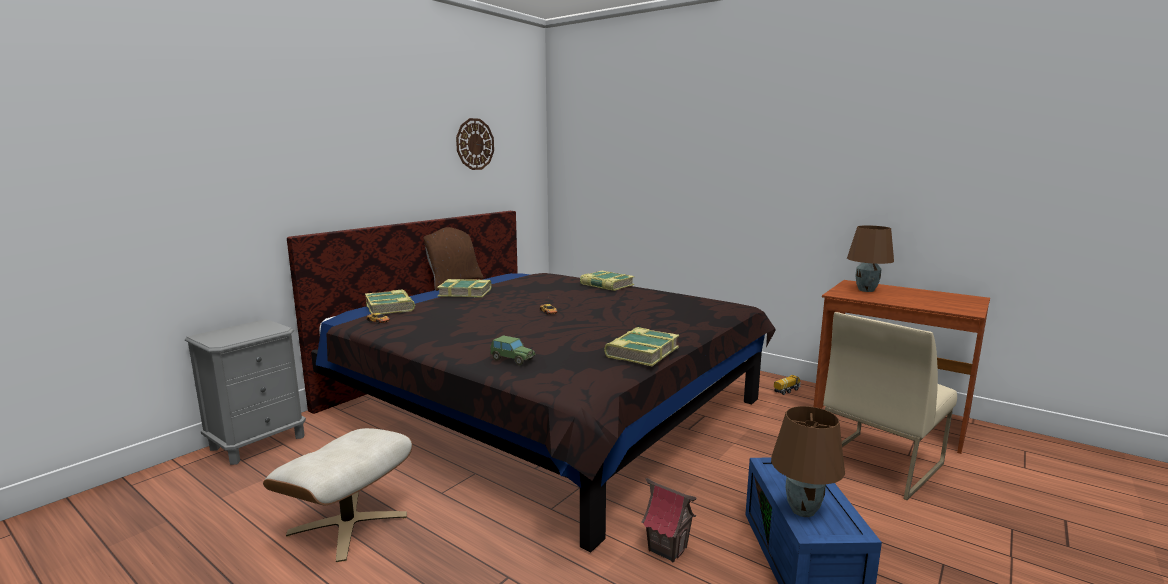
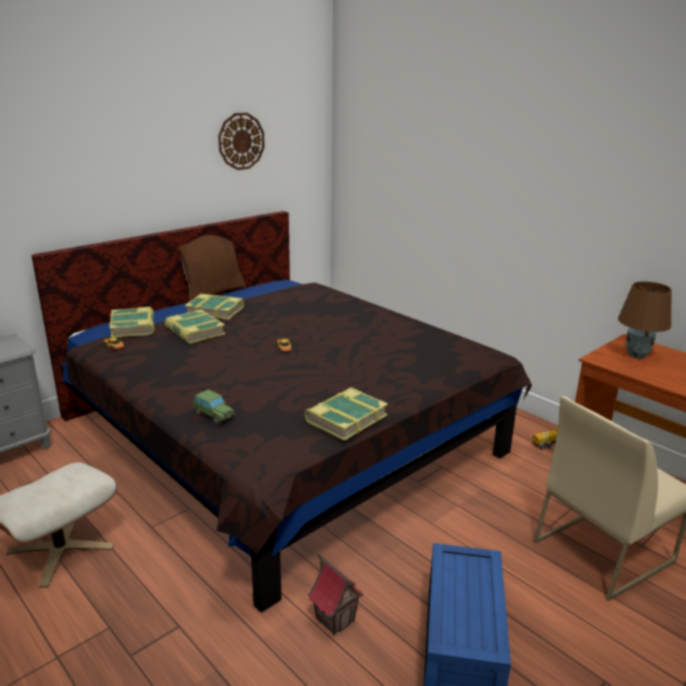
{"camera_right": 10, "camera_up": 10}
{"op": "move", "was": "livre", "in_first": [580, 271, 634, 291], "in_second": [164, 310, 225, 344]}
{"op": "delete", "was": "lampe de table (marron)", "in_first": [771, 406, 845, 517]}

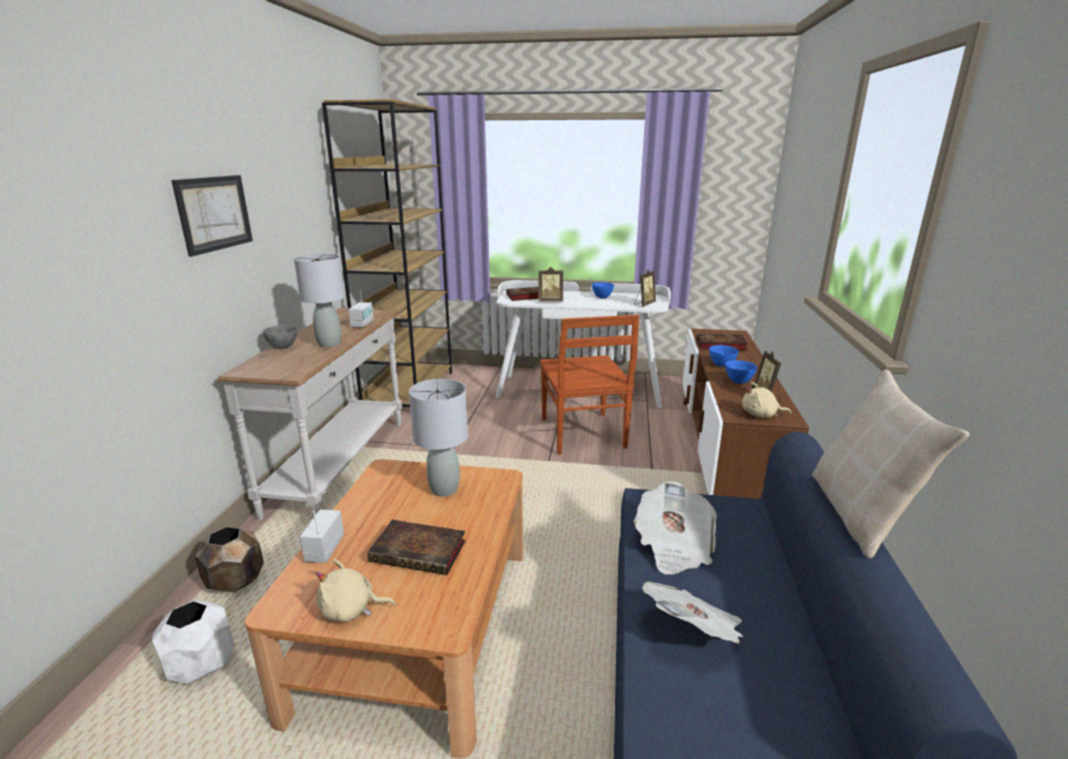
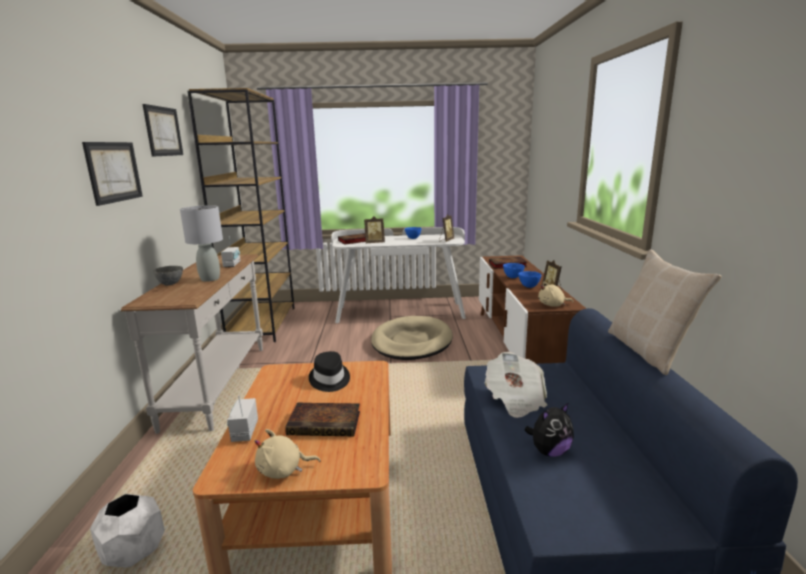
{"camera_right": -10, "camera_up": -5}
{"op": "replace", "was": "chaise (marron)", "now": "panier pour chien (beige)", "in_first": [540, 315, 639, 455], "in_second": [371, 316, 453, 360]}
{"op": "replace", "was": "lampe de table (gris)", "now": "chapeau (noir)", "in_first": [409, 379, 468, 497], "in_second": [309, 351, 350, 392]}
{"op": "delete", "was": "cache-pot (marron)", "in_first": [195, 527, 264, 592]}
{"op": "replace", "was": "journal", "now": "peluche", "in_first": [643, 582, 743, 644], "in_second": [524, 402, 574, 457]}
{"op": "insert", "now": "tableau", "in_second": [143, 104, 183, 157]}

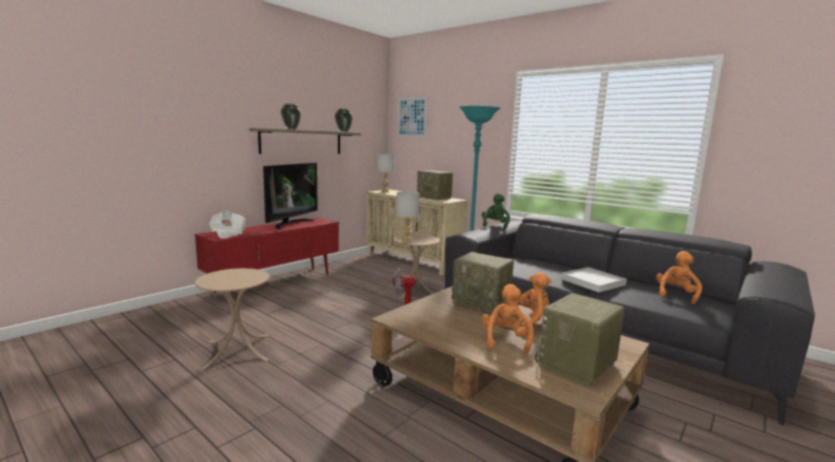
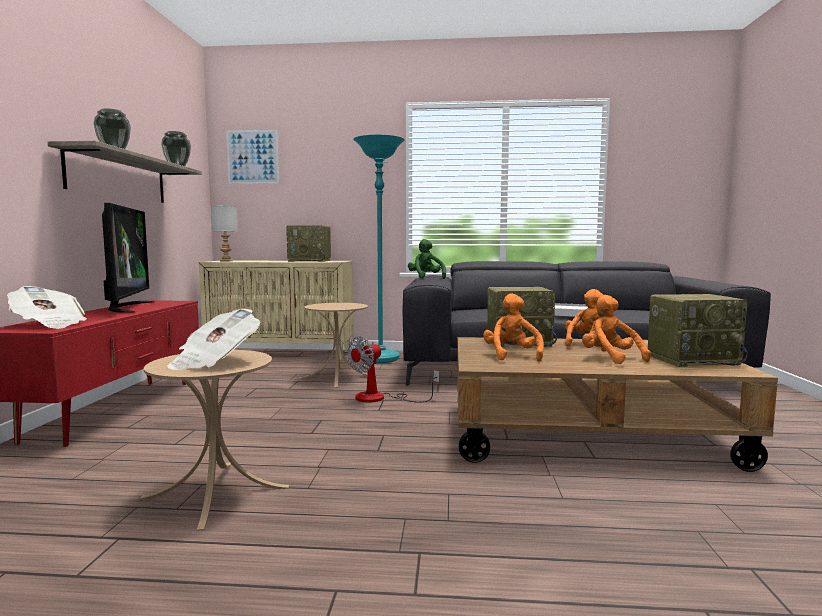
{"camera_right": -35, "camera_up": -5}
{"op": "delete", "was": "lampe de table (gris)", "in_first": [396, 192, 420, 243]}
{"op": "move", "was": "peluche (orange)", "in_first": [656, 251, 702, 304], "in_second": [483, 293, 544, 362]}
{"op": "rotate", "was": "radio", "in_first": [535, 293, 625, 388], "in_second": [648, 294, 748, 367], "clockwise": -105}
{"op": "insert", "now": "journal", "in_second": [167, 309, 260, 370]}

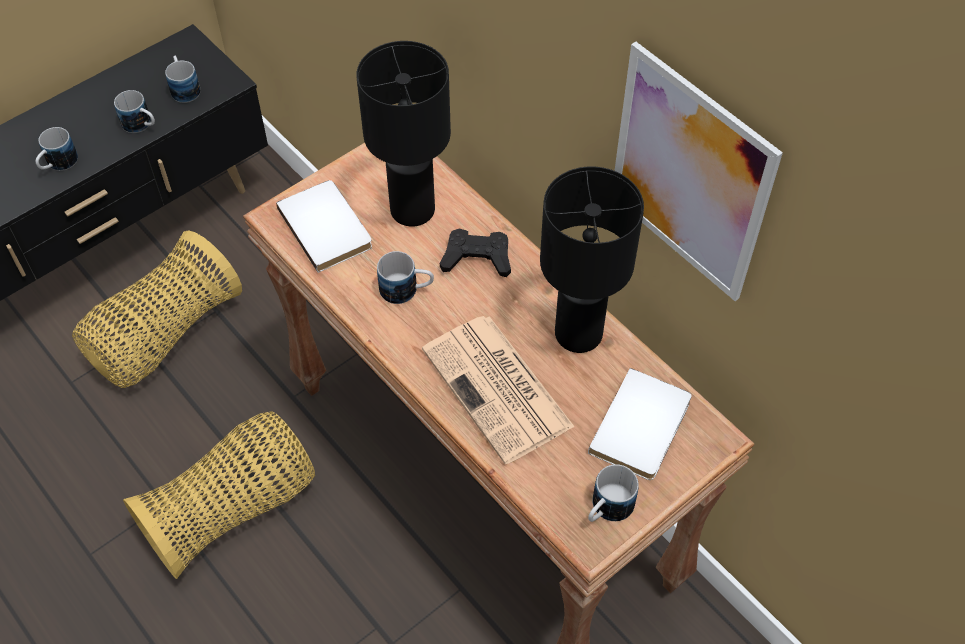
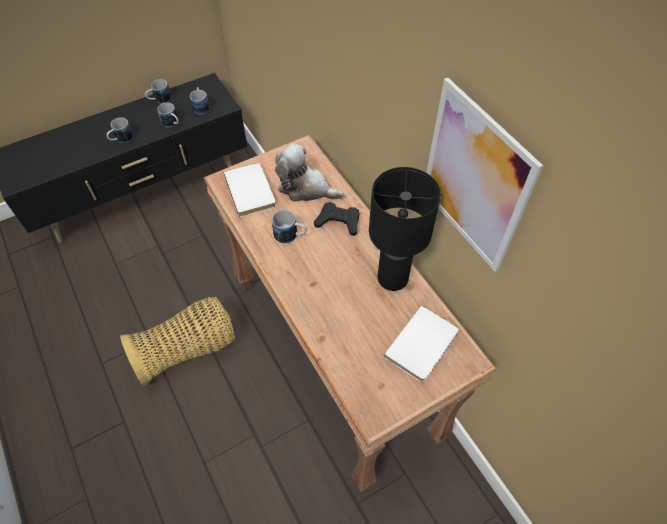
{"camera_right": 10, "camera_up": 0}
{"op": "replace", "was": "lampe de table (noir)", "now": "peluche", "in_first": [356, 41, 451, 227], "in_second": [275, 143, 344, 202]}
{"op": "delete", "was": "panier", "in_first": [72, 230, 242, 388]}
{"op": "delete", "was": "journal", "in_first": [422, 316, 575, 464]}
{"op": "move", "was": "mug", "in_first": [588, 464, 639, 522], "in_second": [145, 79, 171, 104]}

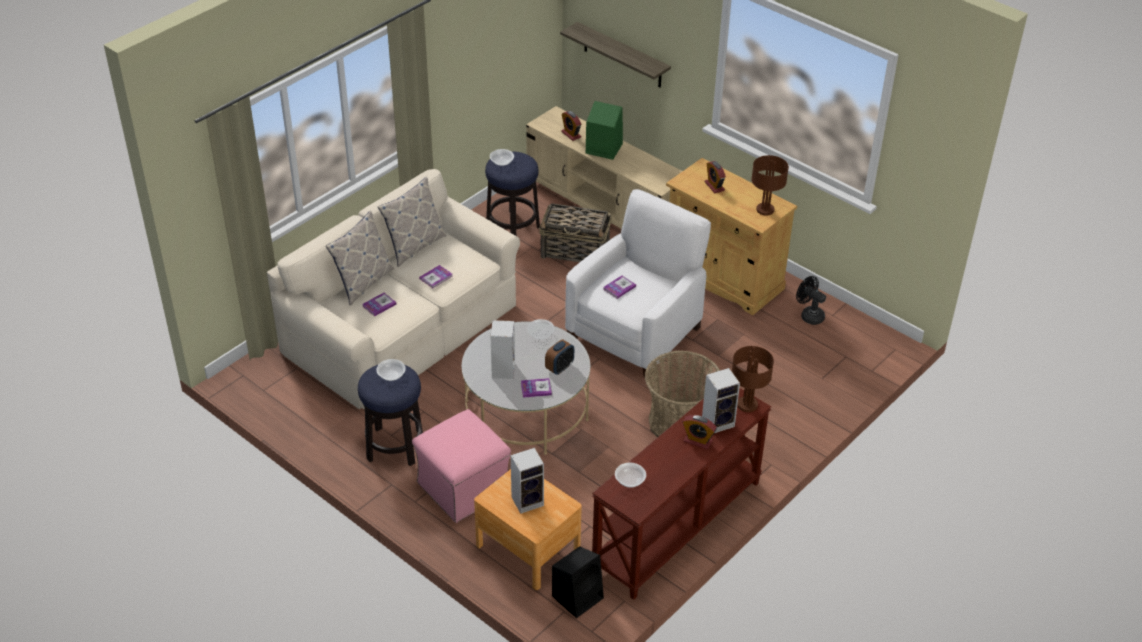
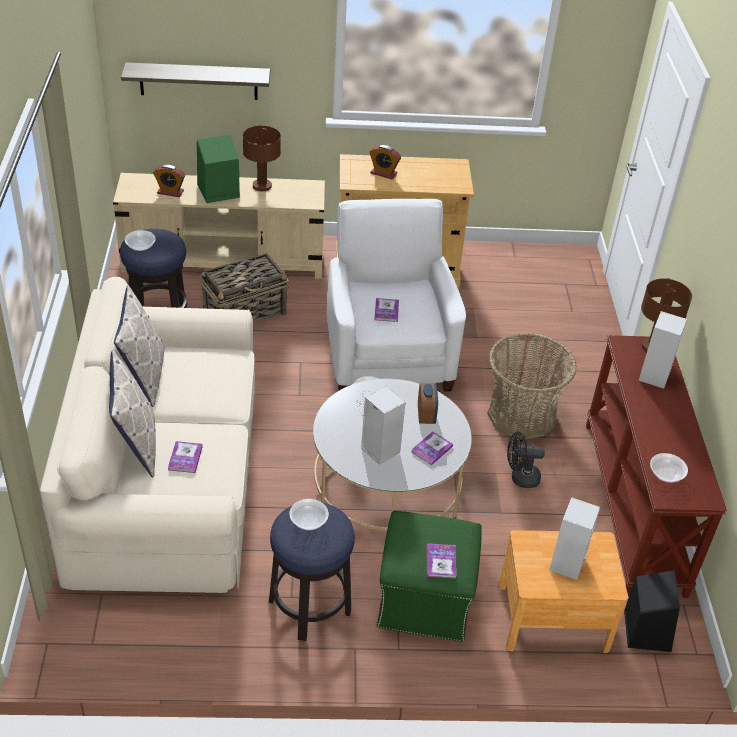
{"camera_right": -45, "camera_up": 0}
{"op": "move", "was": "lampe de table (marron)", "in_first": [751, 155, 789, 216], "in_second": [243, 125, 281, 191]}
{"op": "move", "was": "livre", "in_first": [419, 265, 452, 288], "in_second": [427, 543, 456, 579]}
{"op": "move", "was": "ventilateur (noir)", "in_first": [796, 276, 826, 325], "in_second": [507, 432, 545, 488]}
{"op": "recolor", "was": "pouf (rose)", "now": "pouf (vert)", "in_first": [412, 409, 511, 523], "in_second": [377, 511, 482, 642]}
{"op": "delete", "was": "réveil", "in_first": [683, 415, 717, 449]}

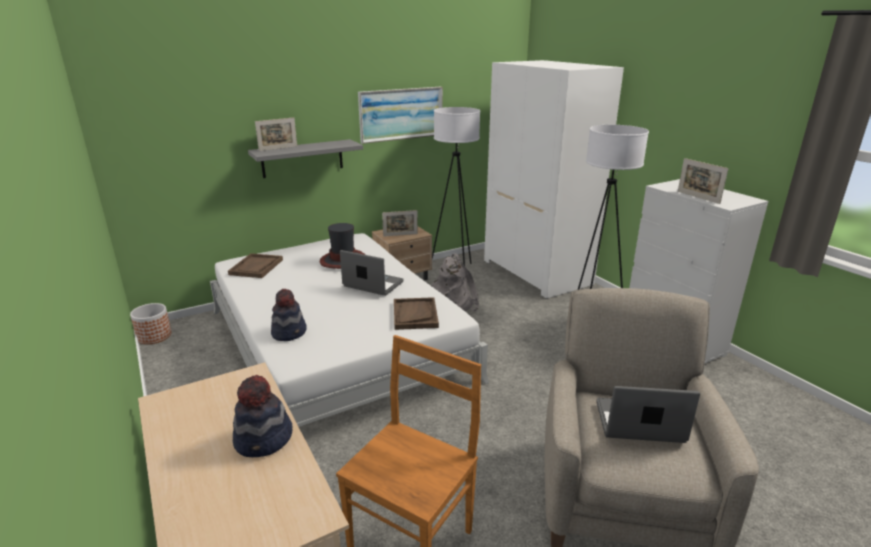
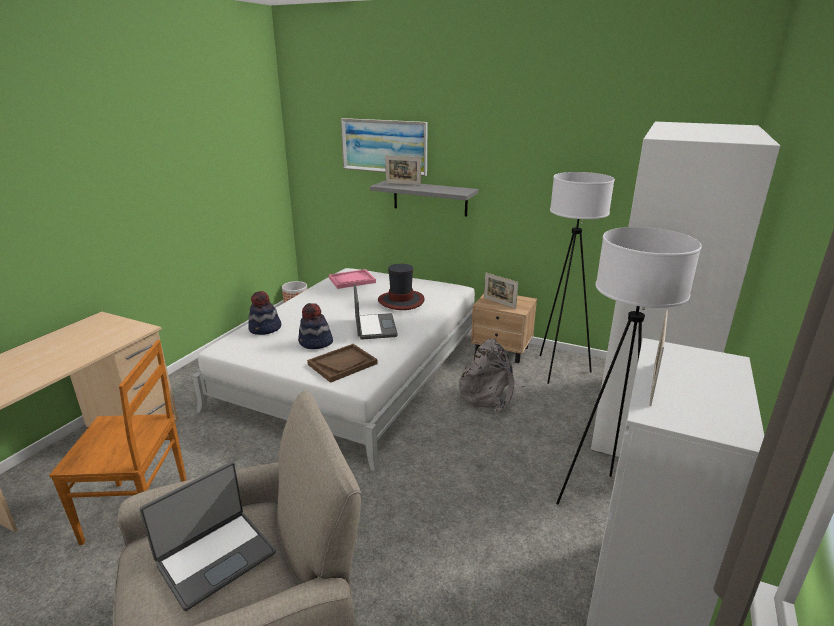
{"camera_right": 55, "camera_up": 0}
{"op": "move", "was": "tableau", "in_first": [358, 87, 443, 144], "in_second": [341, 118, 428, 176]}
{"op": "recolor", "was": "plateau (marron)", "now": "plateau (rose)", "in_first": [228, 253, 283, 278], "in_second": [329, 269, 376, 289]}
{"op": "move", "was": "chapeau", "in_first": [233, 375, 292, 457], "in_second": [298, 303, 333, 349]}
{"op": "rotate", "was": "ordinateur portable", "in_first": [596, 386, 700, 443], "in_second": [140, 462, 276, 611], "clockwise": 75}

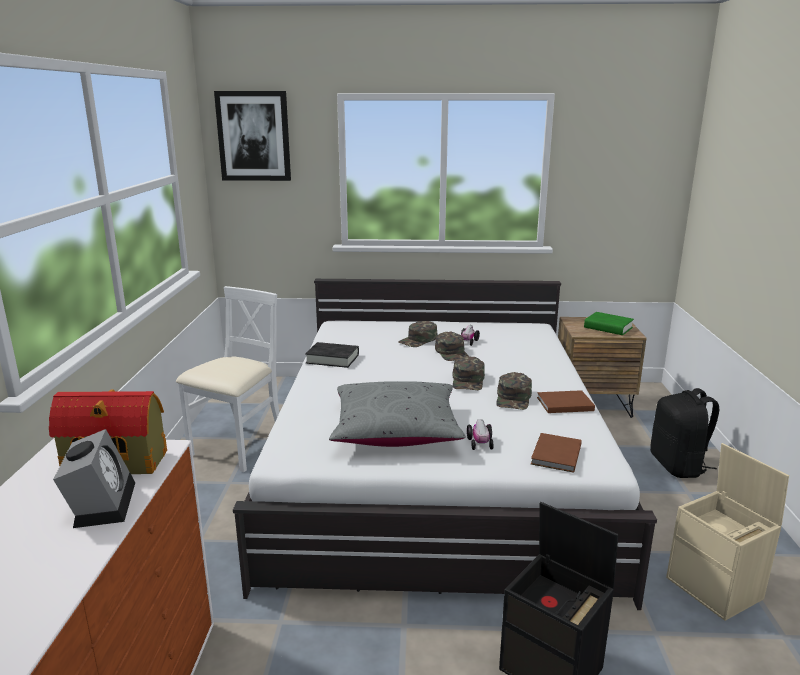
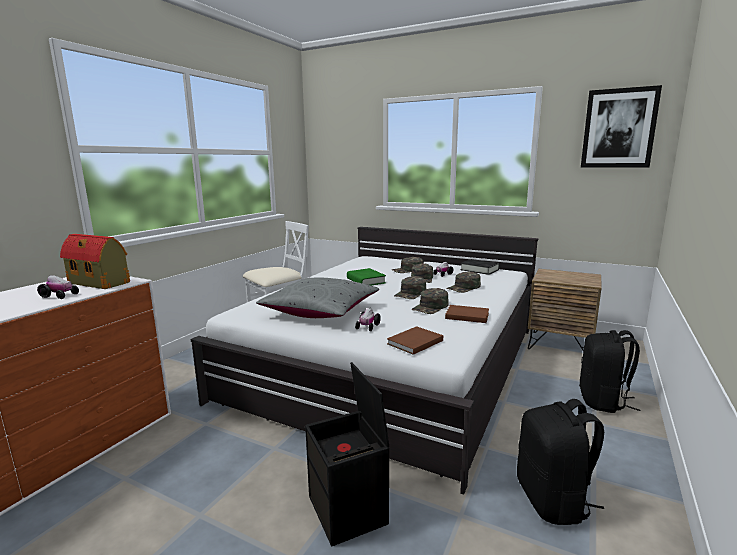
{"camera_right": 25, "camera_up": -5}
{"op": "move", "was": "tableau", "in_first": [214, 91, 291, 181], "in_second": [581, 85, 662, 168]}
{"op": "move", "was": "livre (vert)", "in_first": [584, 312, 634, 335], "in_second": [347, 268, 386, 286]}
{"op": "move", "was": "livre (noir)", "in_first": [305, 342, 359, 368], "in_second": [460, 259, 500, 275]}
{"op": "replace", "was": "réveil", "now": "petite voiture", "in_first": [53, 429, 135, 528], "in_second": [37, 275, 79, 299]}
{"op": "replace", "was": "boîte de rangement (beige)", "now": "sac à dos (noir)", "in_first": [666, 443, 789, 621], "in_second": [517, 399, 604, 525]}
{"op": "insert", "now": "casquette (vert)", "in_second": [446, 272, 481, 293]}

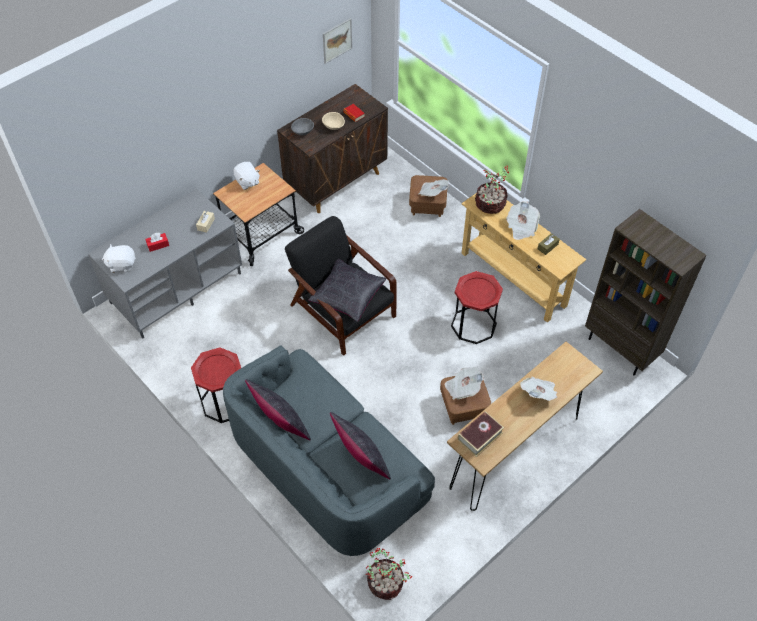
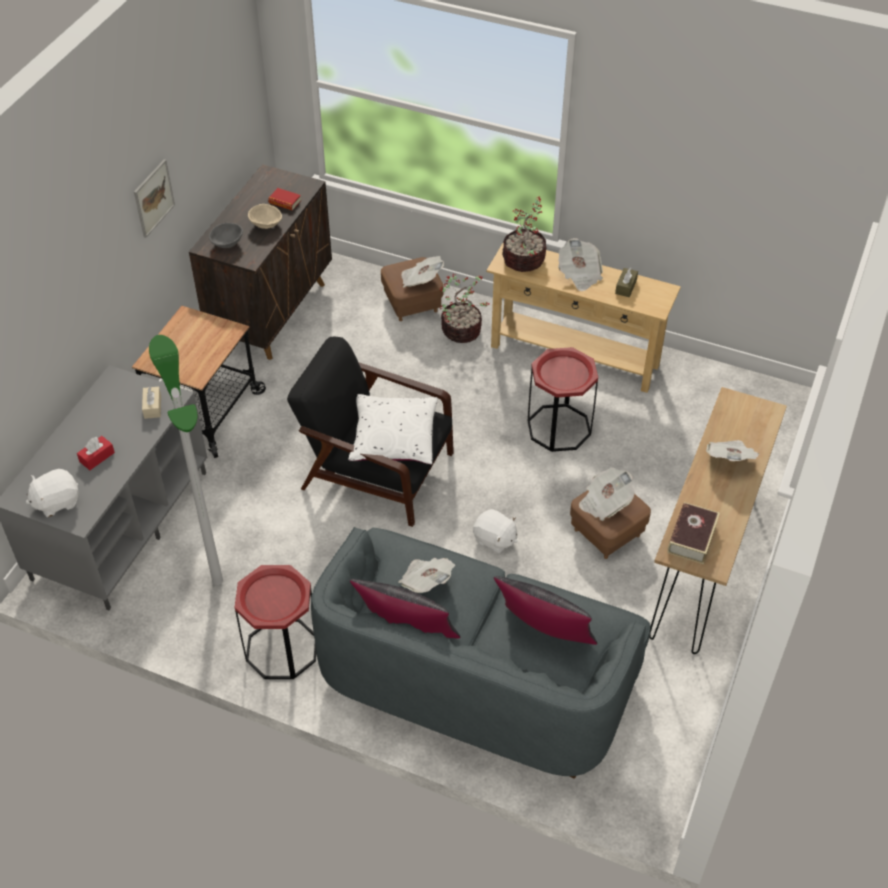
{"camera_right": -25, "camera_up": -5}
{"op": "move", "was": "tableau", "in_first": [323, 18, 352, 64], "in_second": [134, 159, 175, 238]}
{"op": "move", "was": "peluche (blanc)", "in_first": [233, 162, 260, 190], "in_second": [473, 509, 517, 554]}
{"op": "delete", "was": "bibliothèque (marron)", "in_first": [585, 209, 707, 375]}
{"op": "recolor", "was": "coussin (noir)", "now": "coussin (blanc)", "in_first": [309, 259, 386, 322], "in_second": [349, 394, 437, 464]}
{"op": "move", "was": "plante en pot", "in_first": [366, 548, 412, 600], "in_second": [440, 274, 490, 343]}
{"op": "insert", "now": "lampadaire", "in_second": [149, 335, 223, 585]}
{"op": "insert", "now": "journal", "in_second": [398, 558, 455, 593]}

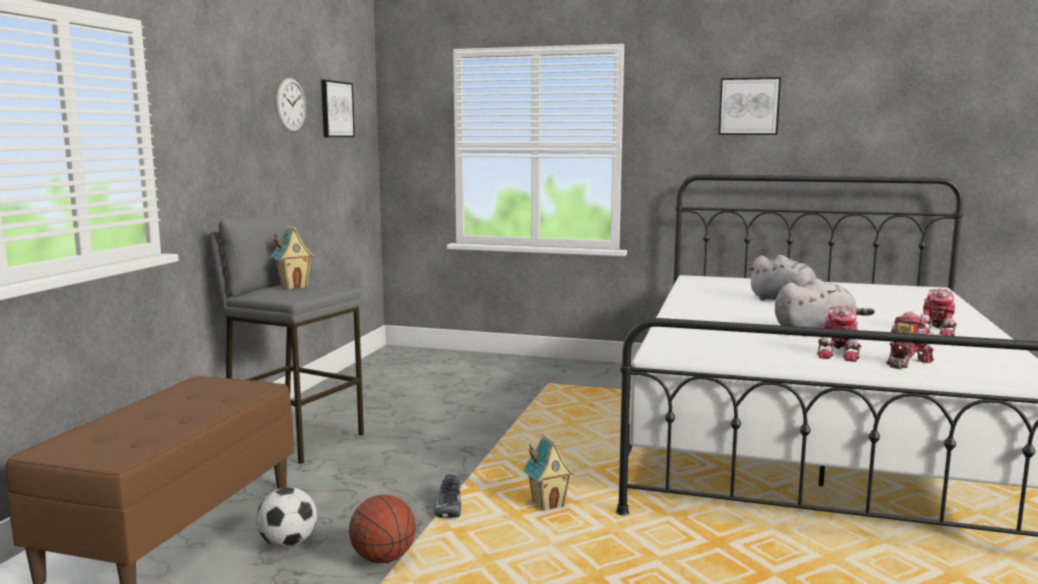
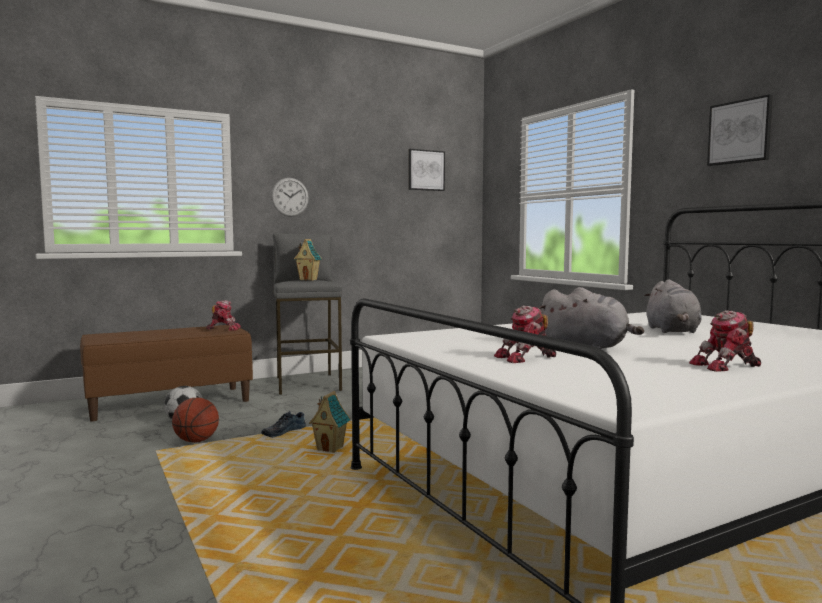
{"camera_right": 45, "camera_up": -5}
{"op": "move", "was": "horloge murale", "in_first": [276, 78, 306, 132], "in_second": [271, 178, 309, 217]}
{"op": "move", "was": "robot jouet", "in_first": [886, 312, 934, 369], "in_second": [206, 300, 241, 331]}

